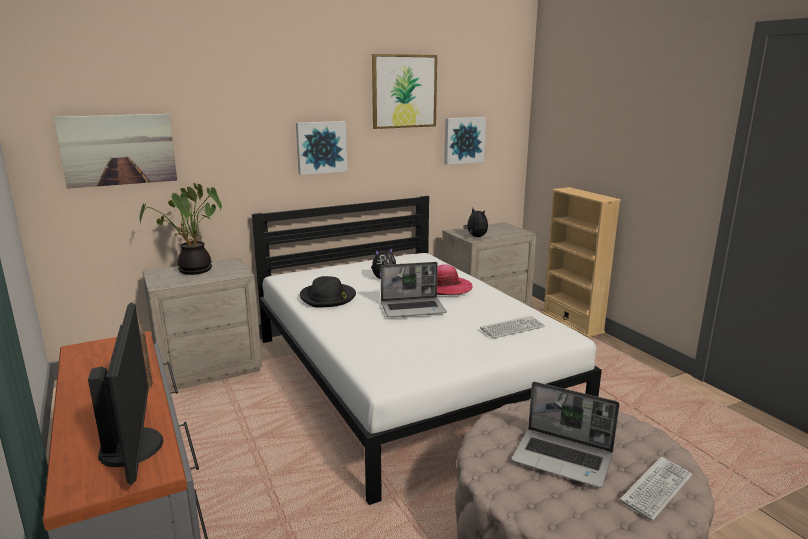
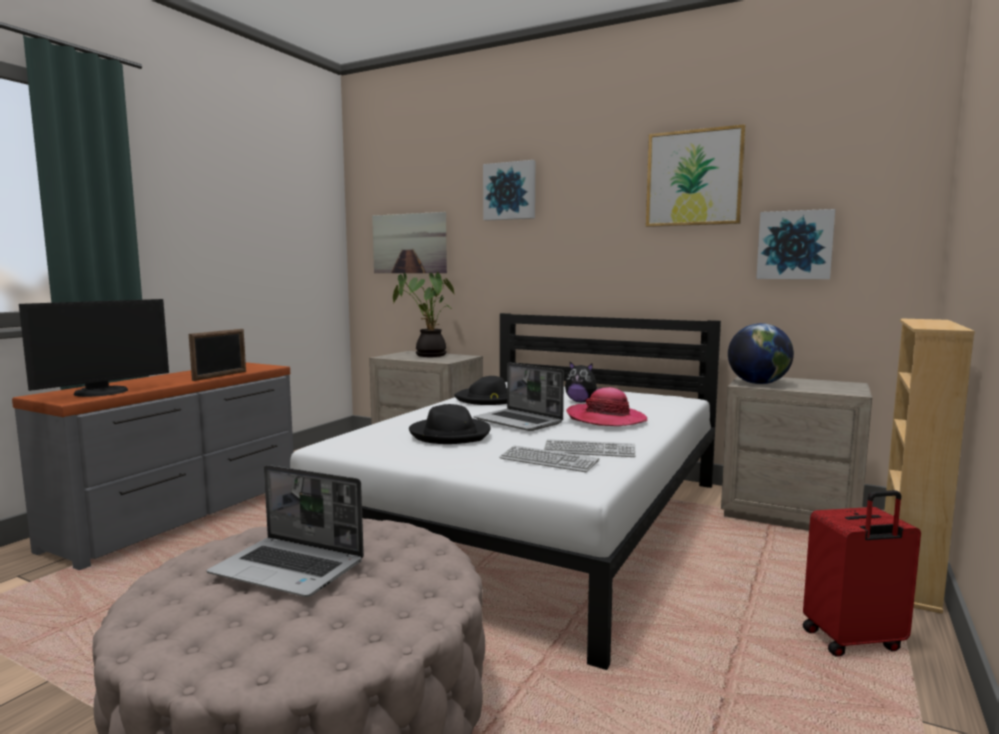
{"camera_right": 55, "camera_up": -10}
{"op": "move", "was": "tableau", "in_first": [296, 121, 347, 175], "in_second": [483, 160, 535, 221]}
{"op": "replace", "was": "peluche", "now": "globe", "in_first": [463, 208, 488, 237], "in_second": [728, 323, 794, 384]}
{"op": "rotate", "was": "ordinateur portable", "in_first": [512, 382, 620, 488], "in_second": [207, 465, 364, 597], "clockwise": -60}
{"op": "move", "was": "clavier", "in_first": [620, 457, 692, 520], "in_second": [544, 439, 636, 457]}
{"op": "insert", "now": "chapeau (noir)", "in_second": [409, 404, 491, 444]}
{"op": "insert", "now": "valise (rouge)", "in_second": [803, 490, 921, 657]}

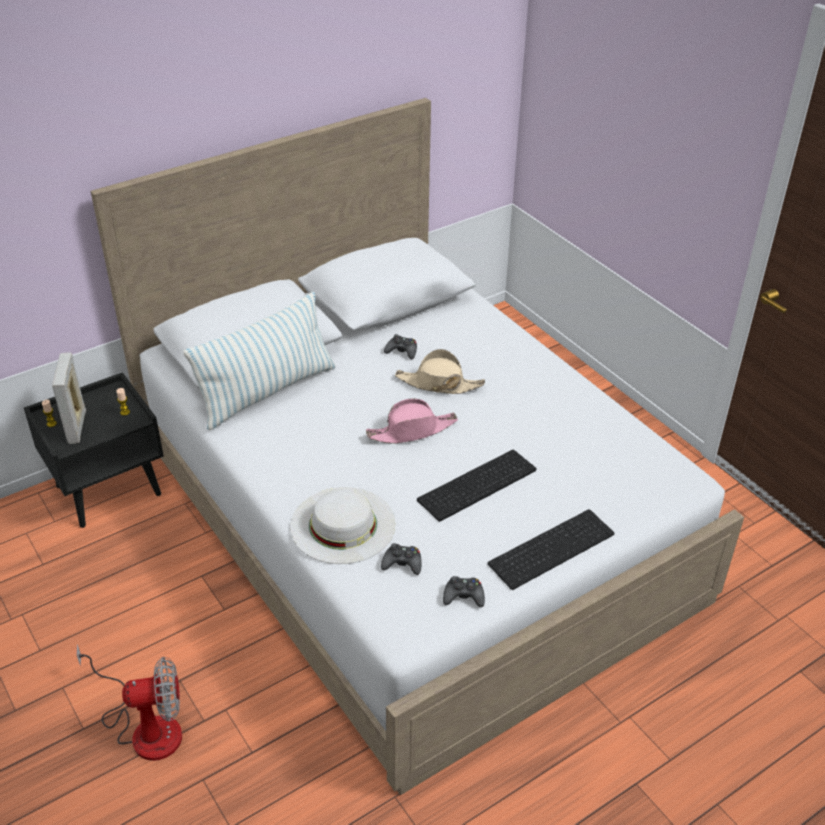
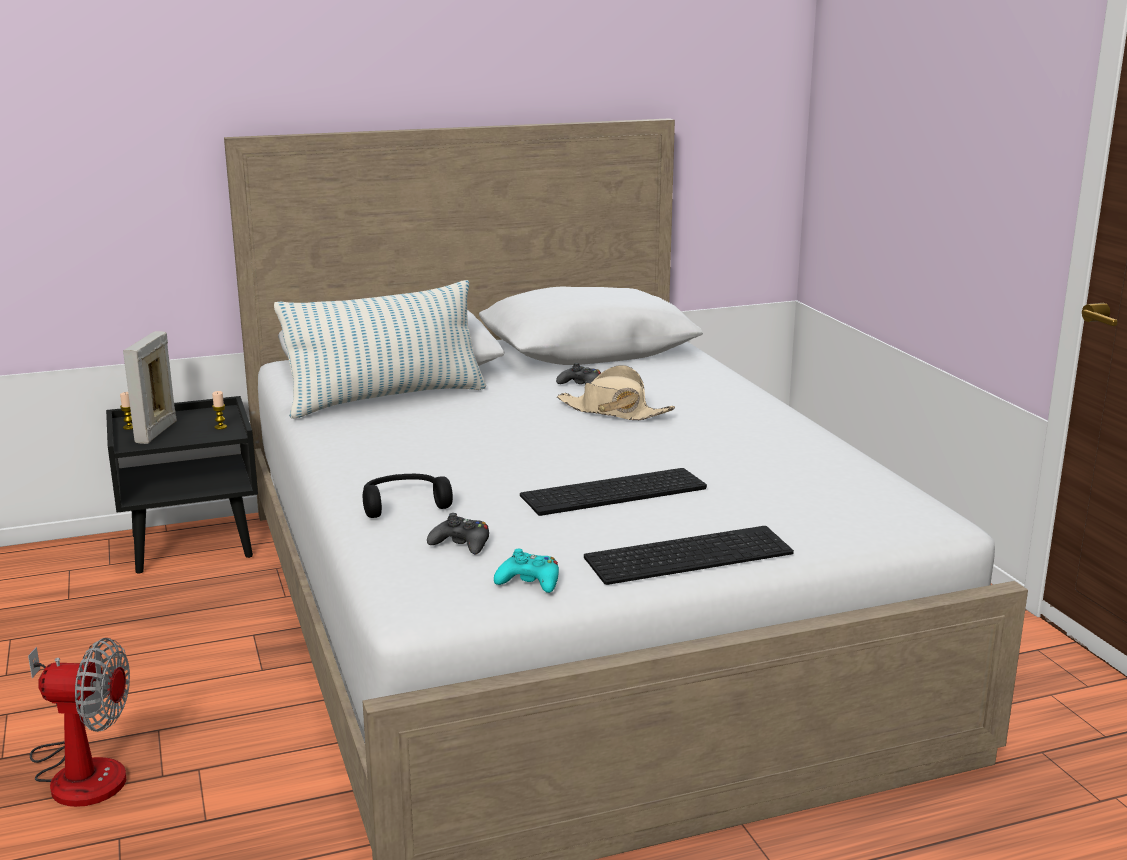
{"camera_right": 15, "camera_up": -20}
{"op": "delete", "was": "chapeau (rose)", "in_first": [366, 399, 458, 444]}
{"op": "replace", "was": "chapeau (blanc)", "now": "casque audio (noir)", "in_first": [290, 487, 395, 564], "in_second": [363, 474, 453, 518]}
{"op": "recolor", "was": "manette (noir)", "now": "manette (turquoise)", "in_first": [443, 576, 485, 607], "in_second": [494, 549, 559, 593]}

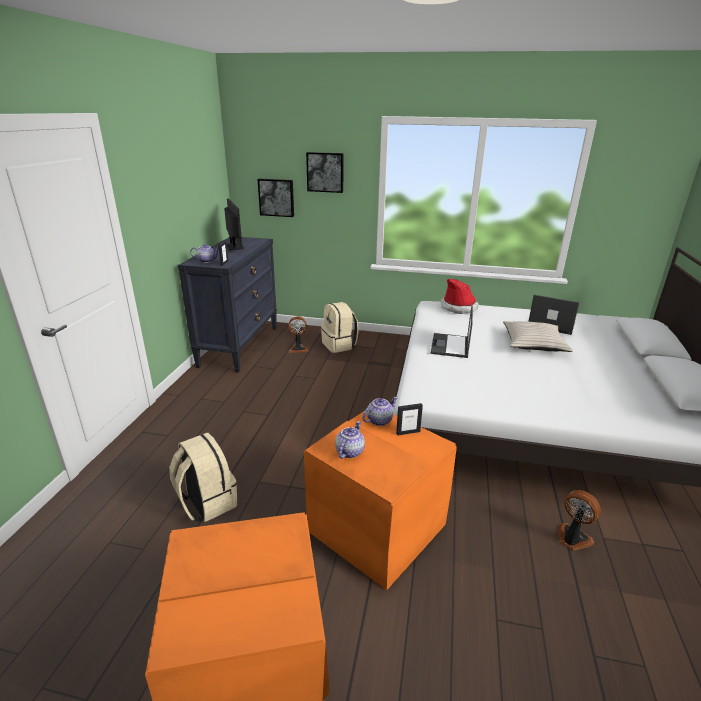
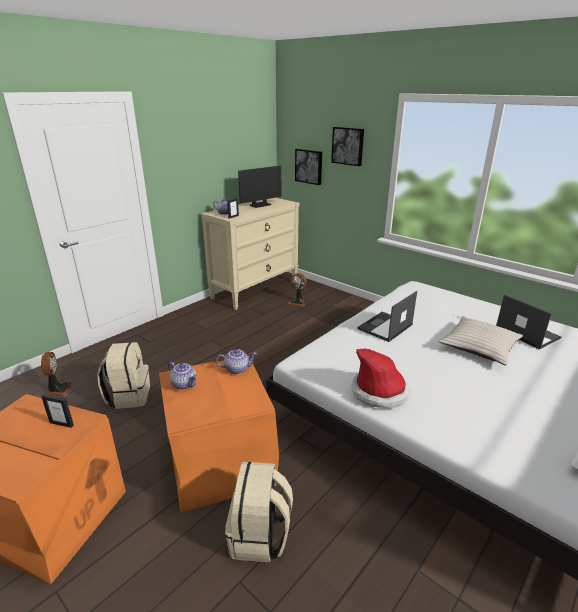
{"camera_right": 30, "camera_up": 0}
{"op": "rotate", "was": "écran d'ordinateur", "in_first": [224, 199, 244, 250], "in_second": [238, 166, 281, 208], "clockwise": 45}
{"op": "recolor", "was": "commode (noir)", "now": "commode (beige)", "in_first": [178, 237, 277, 373], "in_second": [201, 198, 299, 310]}
{"op": "move", "was": "chapeau", "in_first": [441, 279, 478, 314], "in_second": [351, 349, 410, 409]}
{"op": "move", "was": "sac à dos (beige)", "in_first": [321, 302, 359, 353], "in_second": [225, 462, 293, 562]}
{"op": "move", "was": "cadre photo", "in_first": [396, 403, 423, 436], "in_second": [41, 394, 74, 428]}
{"op": "rotate", "was": "théière", "in_first": [335, 421, 365, 459], "in_second": [168, 362, 197, 390], "clockwise": 75}
{"op": "move", "was": "ventilateur", "in_first": [558, 490, 601, 550], "in_second": [41, 352, 71, 397]}

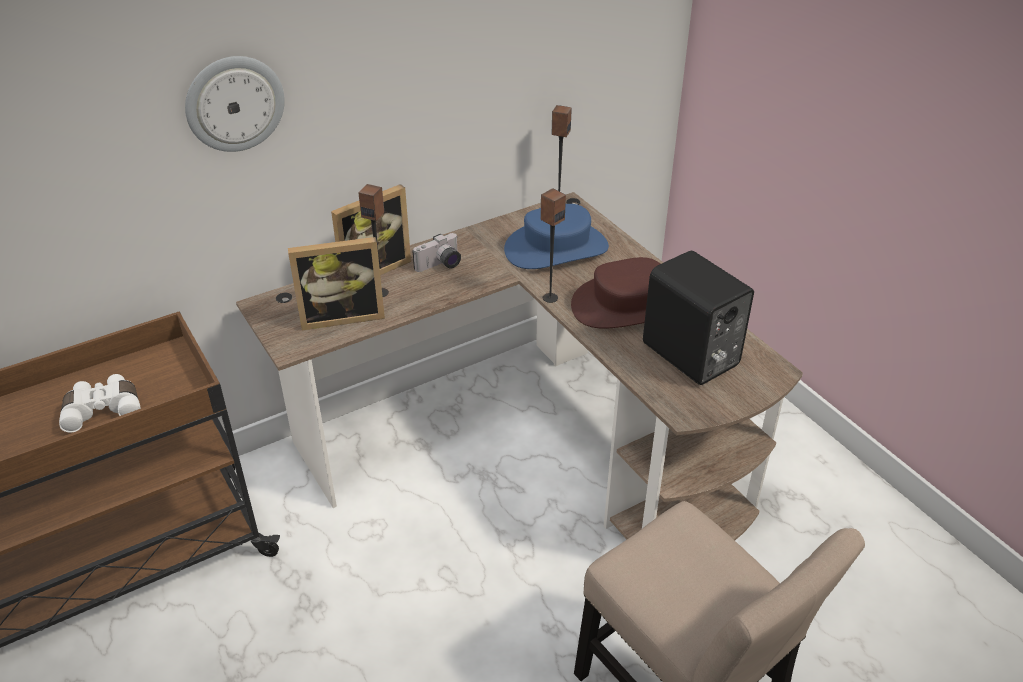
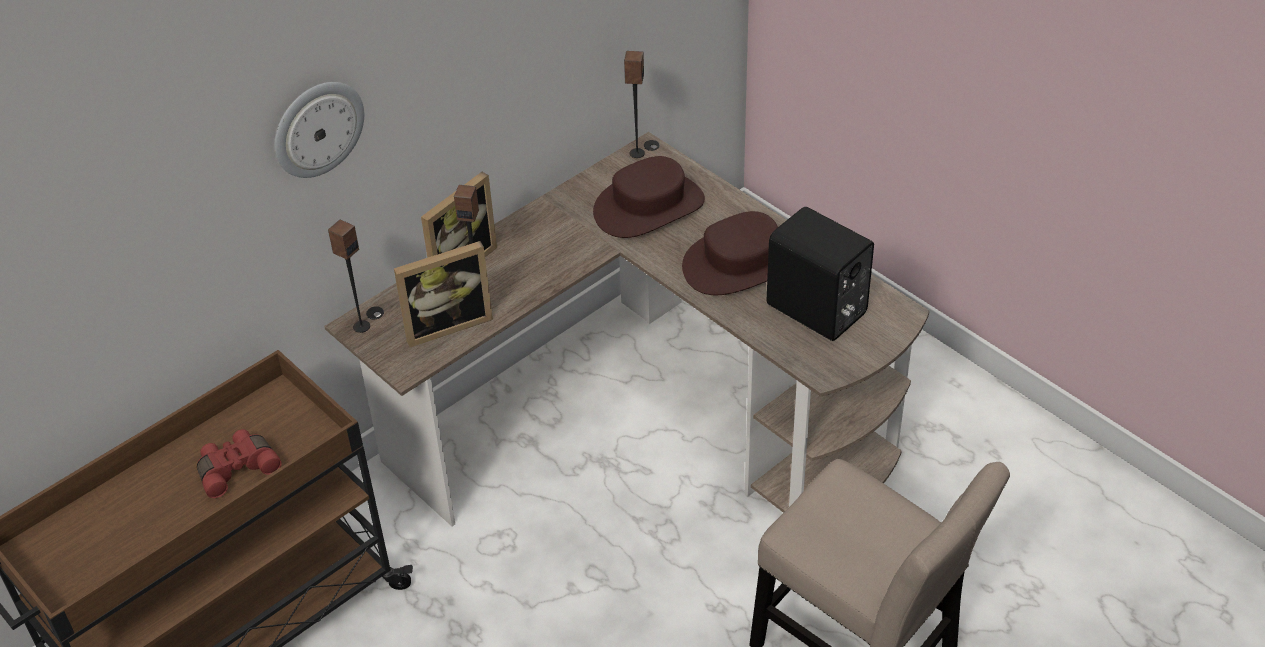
{"camera_right": -10, "camera_up": 5}
{"op": "move", "was": "enceinte", "in_first": [540, 188, 566, 303], "in_second": [328, 219, 370, 333]}
{"op": "recolor", "was": "chapeau (bleu)", "now": "chapeau (marron)", "in_first": [504, 204, 609, 269], "in_second": [593, 156, 705, 238]}
{"op": "delete", "was": "appareil photo", "in_first": [413, 233, 461, 272]}
{"op": "recolor", "was": "jumelles (blanc)", "now": "jumelles (rouge)", "in_first": [59, 374, 141, 432], "in_second": [197, 429, 282, 498]}

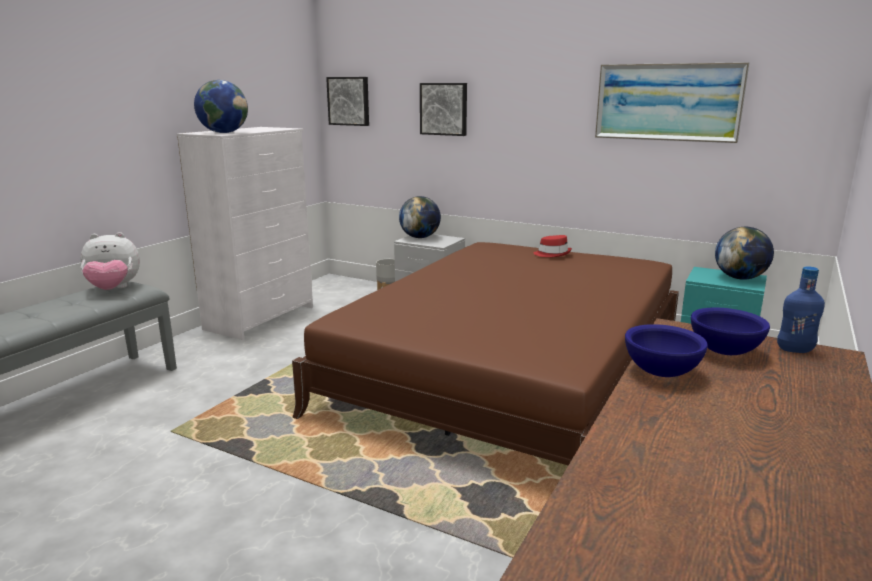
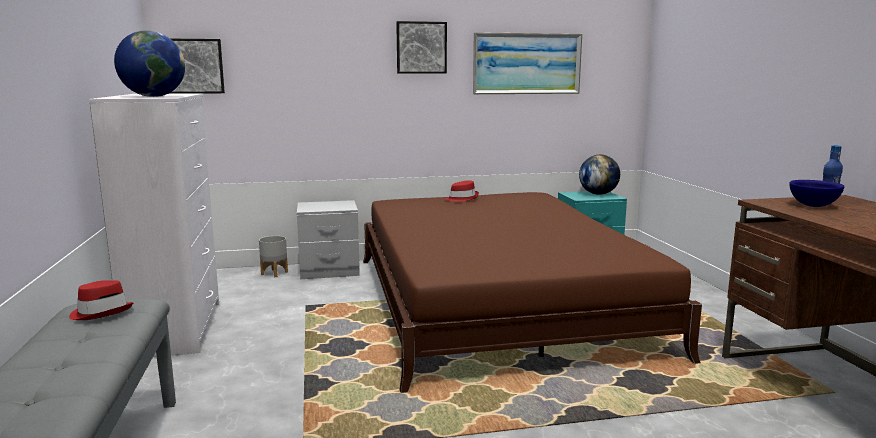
{"camera_right": -40, "camera_up": -5}
{"op": "move", "was": "tableau", "in_first": [420, 83, 467, 136], "in_second": [396, 21, 447, 73]}
{"op": "delete", "was": "globe", "in_first": [399, 196, 441, 238]}
{"op": "replace", "was": "peluche", "now": "chapeau (rouge)", "in_first": [81, 232, 140, 290], "in_second": [69, 280, 133, 320]}
{"op": "delete", "was": "bol (bleu)", "in_first": [625, 324, 708, 377]}

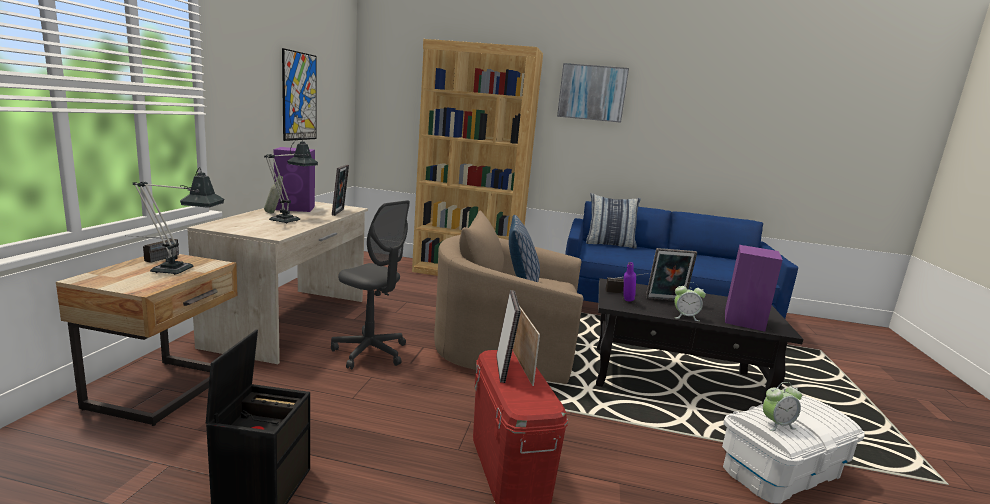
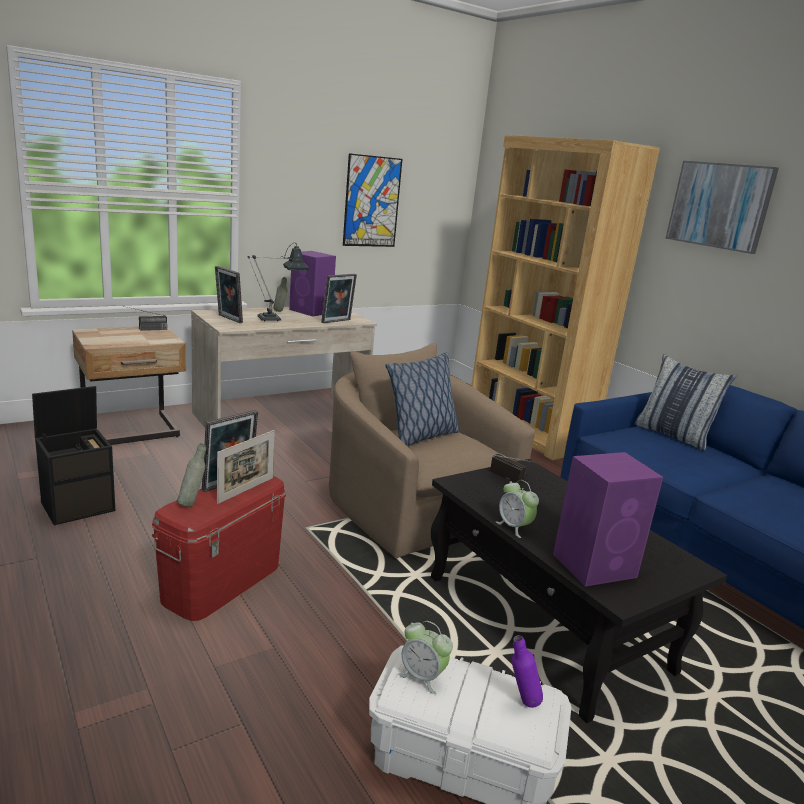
{"camera_right": 45, "camera_up": 5}
{"op": "delete", "was": "lampe de table", "in_first": [133, 167, 224, 275]}
{"op": "delete", "was": "chaise de bureau (gris)", "in_first": [331, 200, 410, 369]}
{"op": "move", "was": "cadre photo", "in_first": [646, 248, 697, 301], "in_second": [215, 266, 243, 323]}
{"op": "move", "was": "bouteille (violet)", "in_first": [624, 262, 636, 302], "in_second": [512, 635, 543, 708]}
{"op": "insert", "now": "bouteille (gris)", "in_second": [177, 443, 206, 507]}

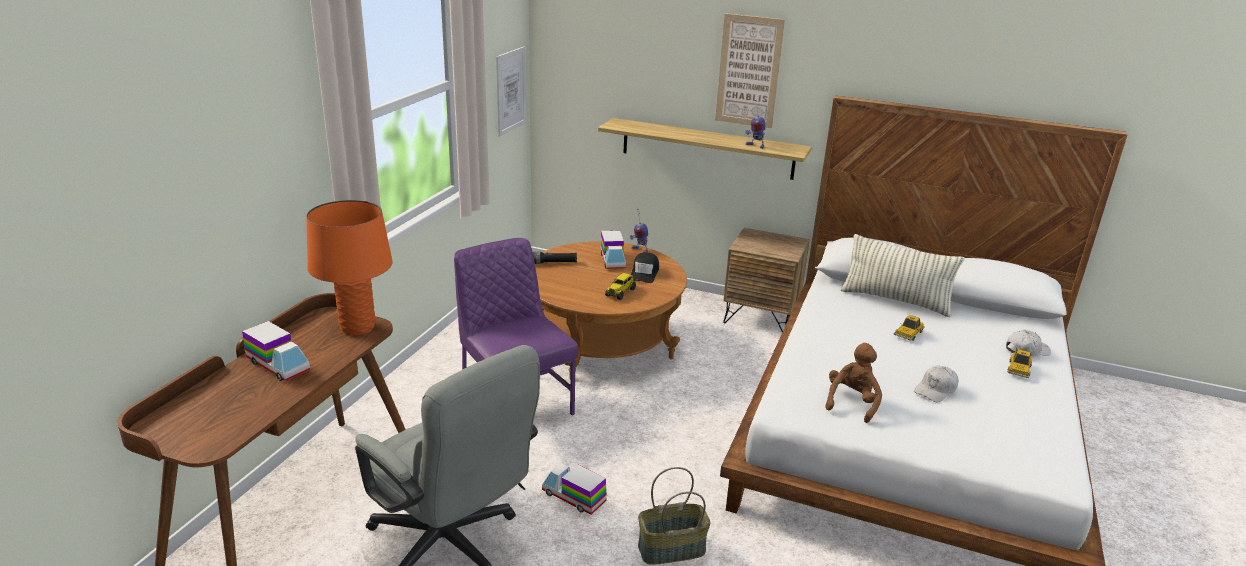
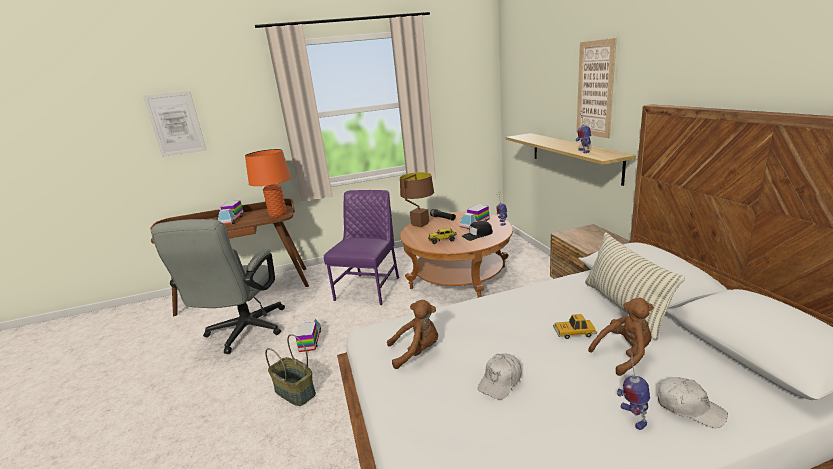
{"camera_right": 55, "camera_up": -5}
{"op": "move", "was": "tableau", "in_first": [496, 47, 526, 136], "in_second": [143, 91, 207, 157]}
{"op": "replace", "was": "petite voiture", "now": "robot jouet", "in_first": [1008, 349, 1032, 378], "in_second": [617, 352, 650, 430]}
{"op": "rotate", "was": "casquette (blanc)", "in_first": [914, 365, 958, 403], "in_second": [477, 353, 521, 400], "clockwise": -60}
{"op": "insert", "now": "lampe de table (marron)", "in_second": [400, 172, 434, 227]}
{"op": "insert", "now": "peluche (marron)", "in_second": [588, 298, 654, 376]}

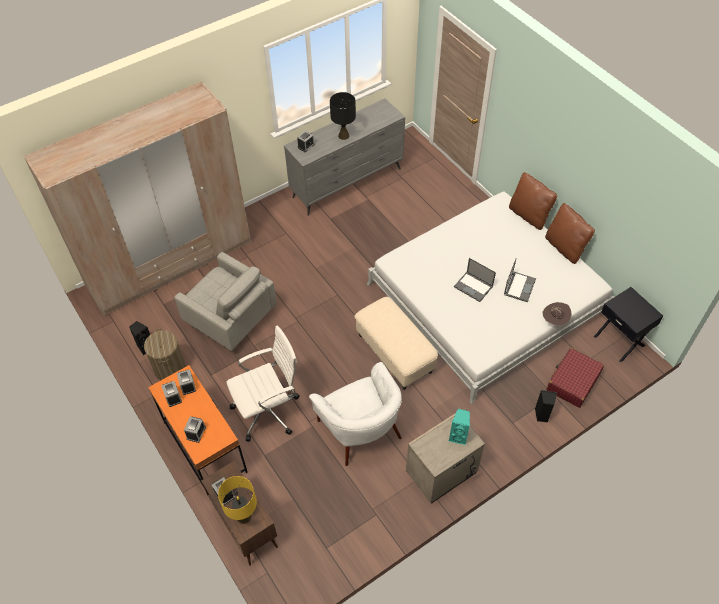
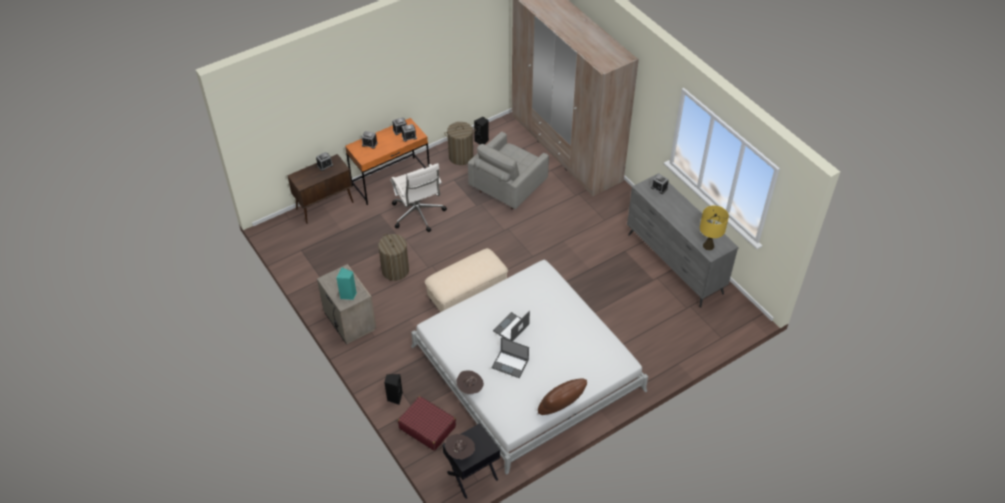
{"camera_right": 90, "camera_up": -5}
{"op": "delete", "was": "lampe de table (noir)", "in_first": [330, 92, 356, 140]}
{"op": "delete", "was": "coussin (marron)", "in_first": [509, 172, 557, 230]}
{"op": "replace", "was": "fauteuil (blanc)", "now": "panier à linge", "in_first": [309, 362, 402, 466], "in_second": [378, 234, 409, 281]}
{"op": "move", "was": "lampe de table (jaune)", "in_first": [218, 476, 257, 524], "in_second": [700, 206, 729, 250]}
{"op": "insert", "now": "chapeau (marron)", "in_second": [445, 434, 475, 459]}

